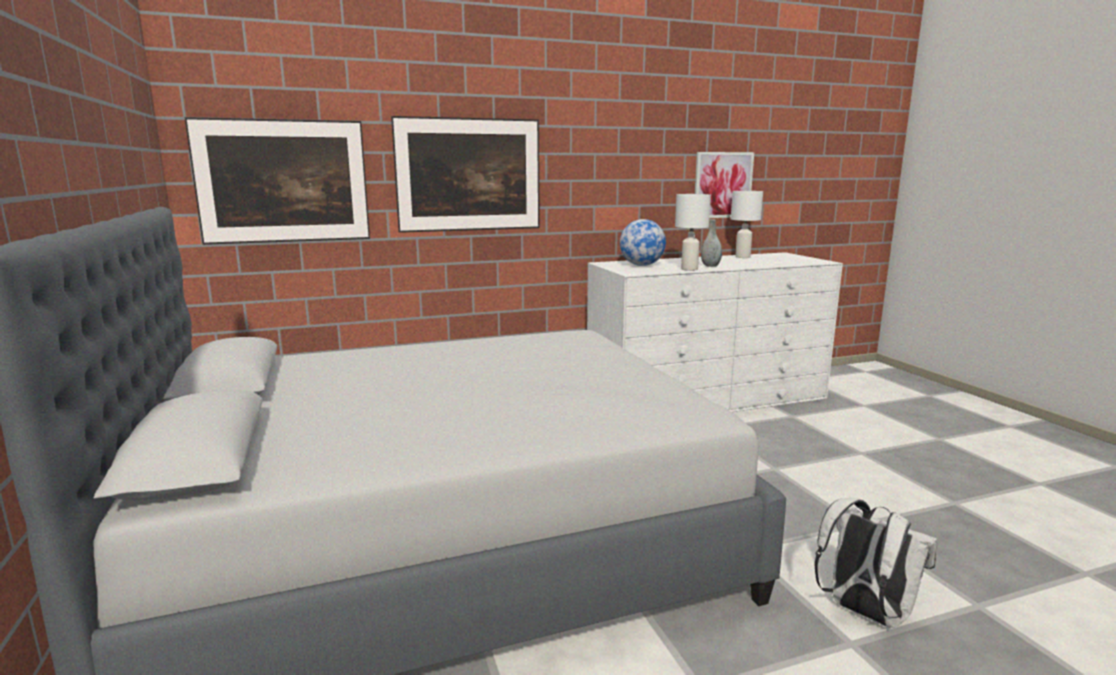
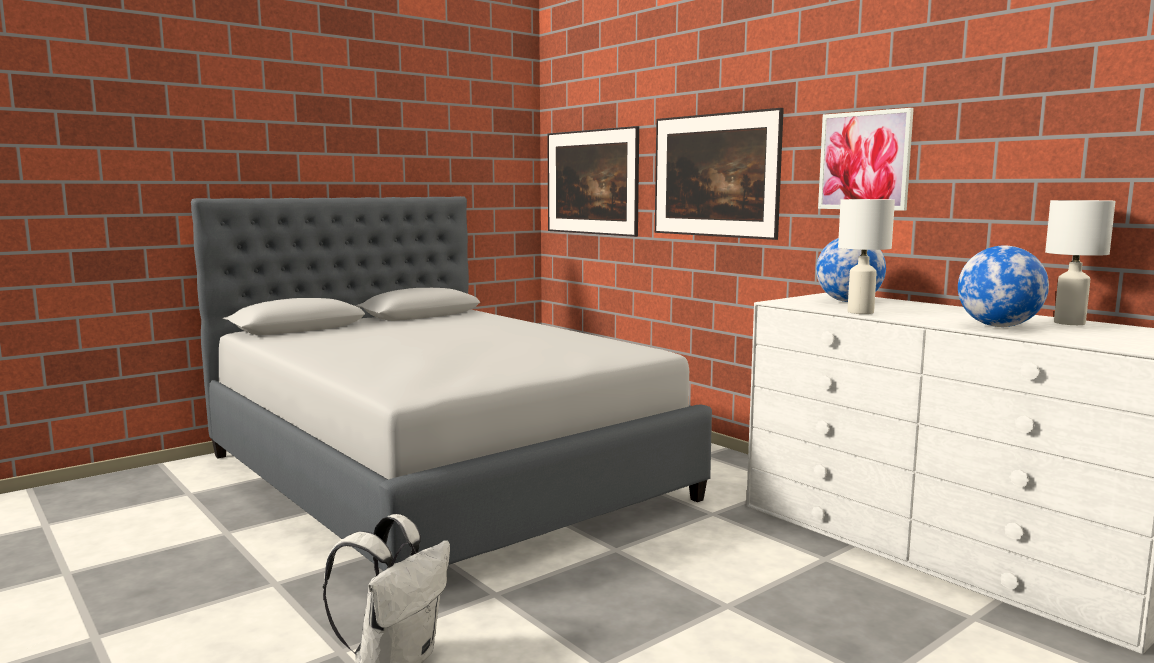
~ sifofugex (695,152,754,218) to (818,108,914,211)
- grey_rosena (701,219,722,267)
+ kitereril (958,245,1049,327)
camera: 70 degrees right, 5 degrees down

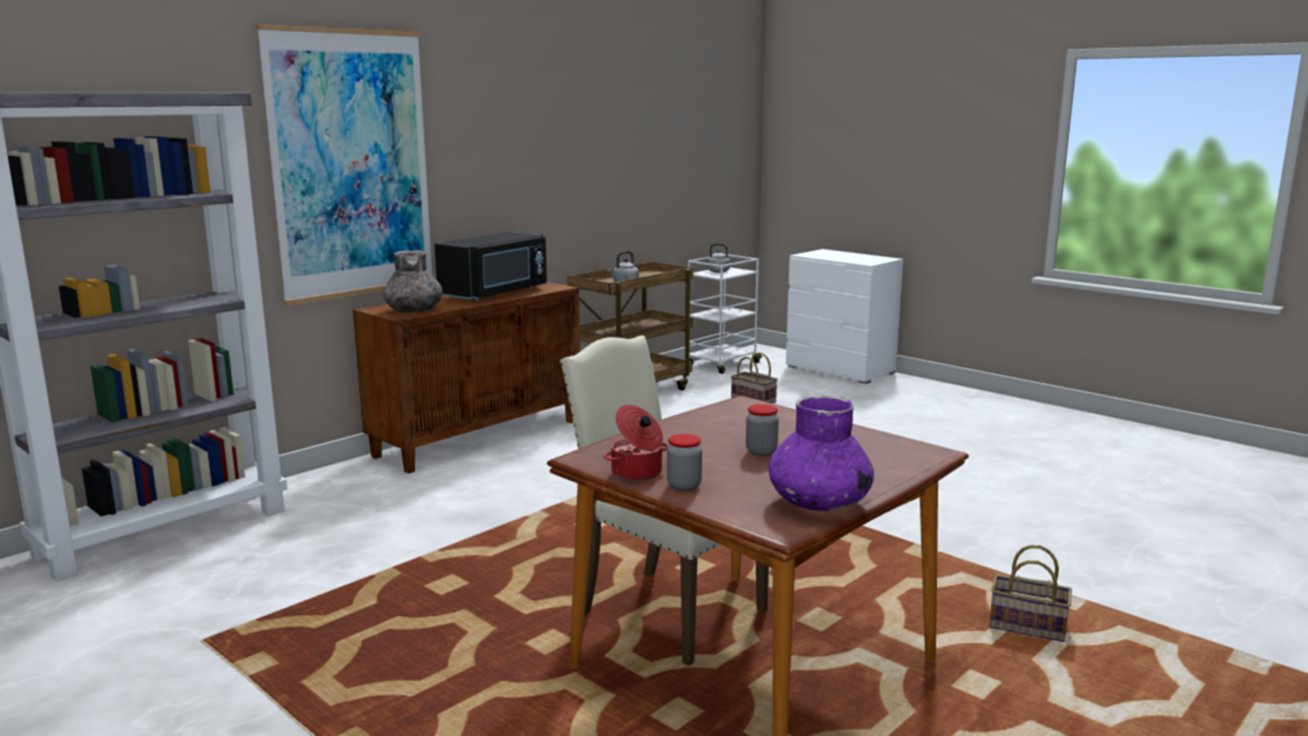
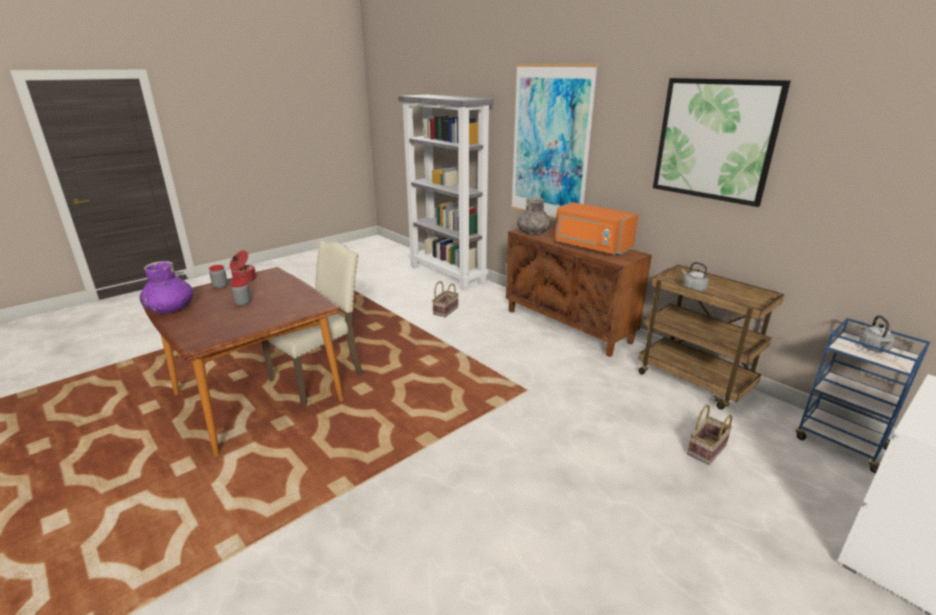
~ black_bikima (435,231,547,301) to orange_bikima (555,202,638,255)
~ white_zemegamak (688,254,762,374) to blue_zemegamak (796,318,930,473)
~ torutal (989,545,1072,642) to (432,281,458,317)
+ sifofugex (653,78,791,207)
camera: 95 degrees right, 10 degrees up

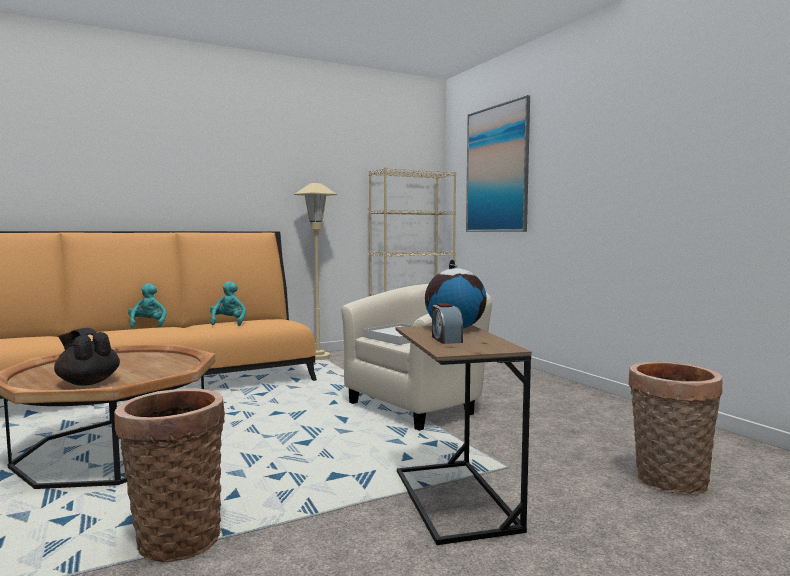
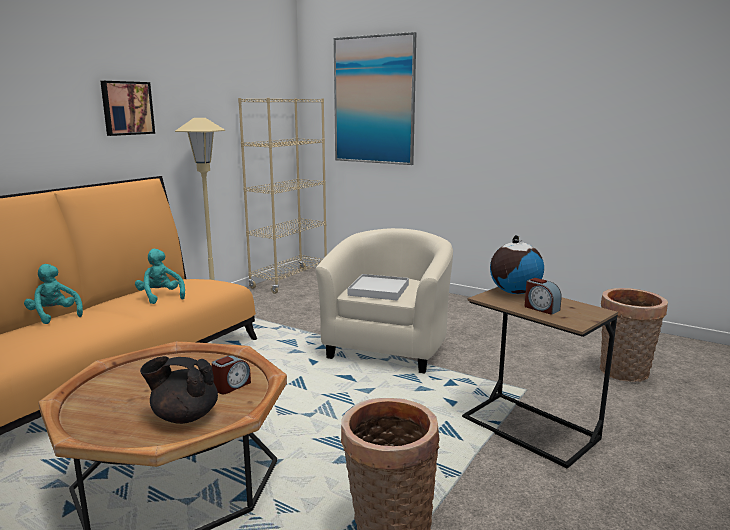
+ sifofugex (100,81,155,136)
+ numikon (212,355,251,394)
camera: 30 degrees left, 10 degrees up

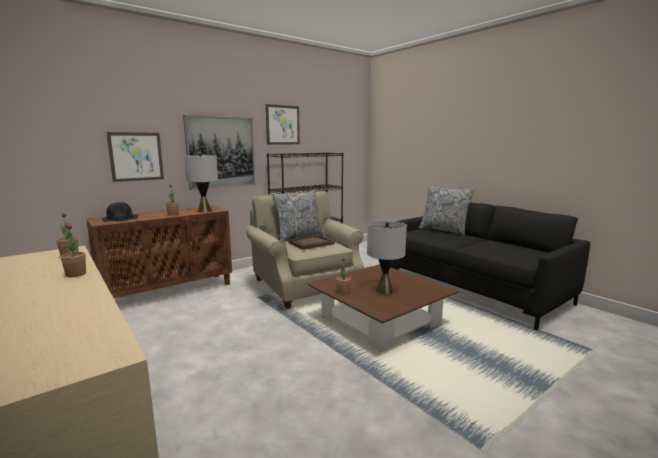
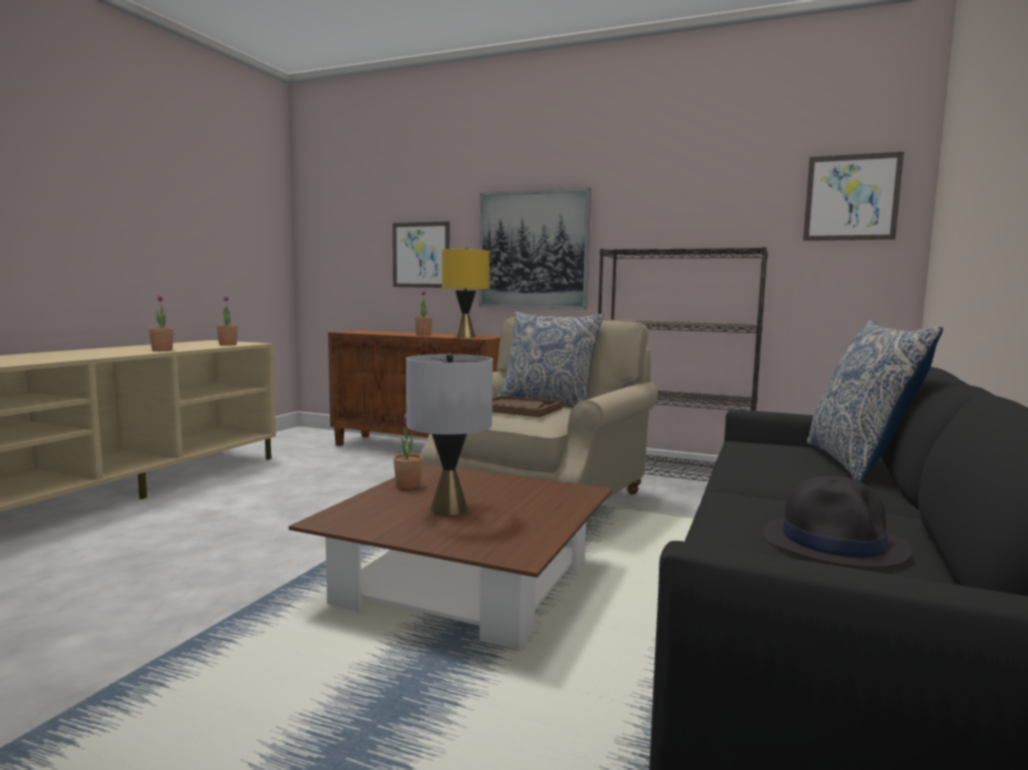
~ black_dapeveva (102,202,139,222) to (763,476,912,567)
~ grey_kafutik (184,154,218,212) to yellow_kafutik (442,247,490,338)
~ sifofugex (266,104,300,144) to (803,152,904,241)
camera: 60 degrees right, 5 degrees down

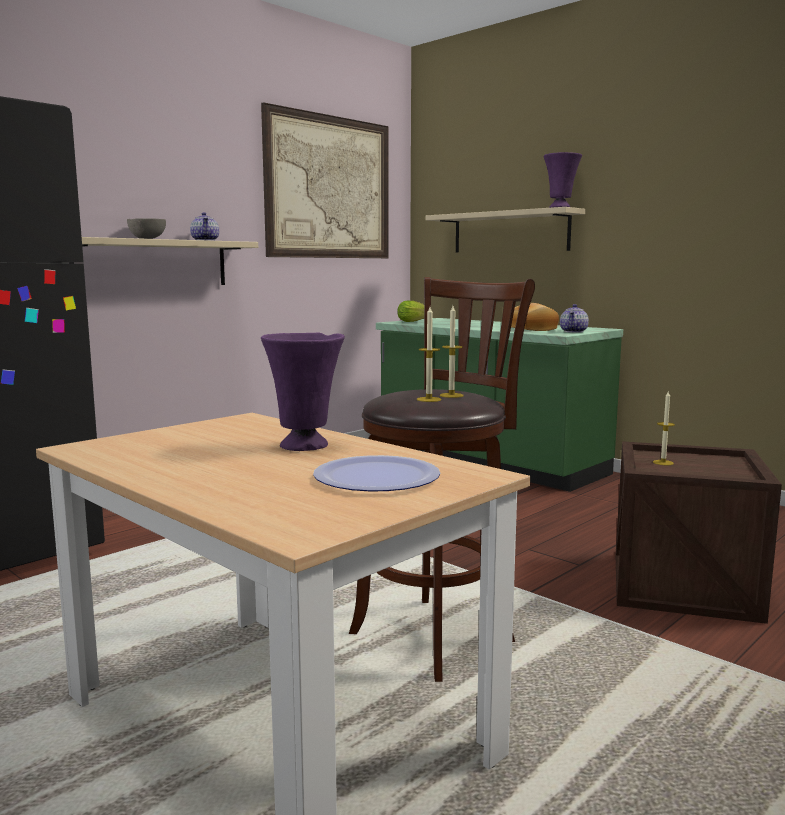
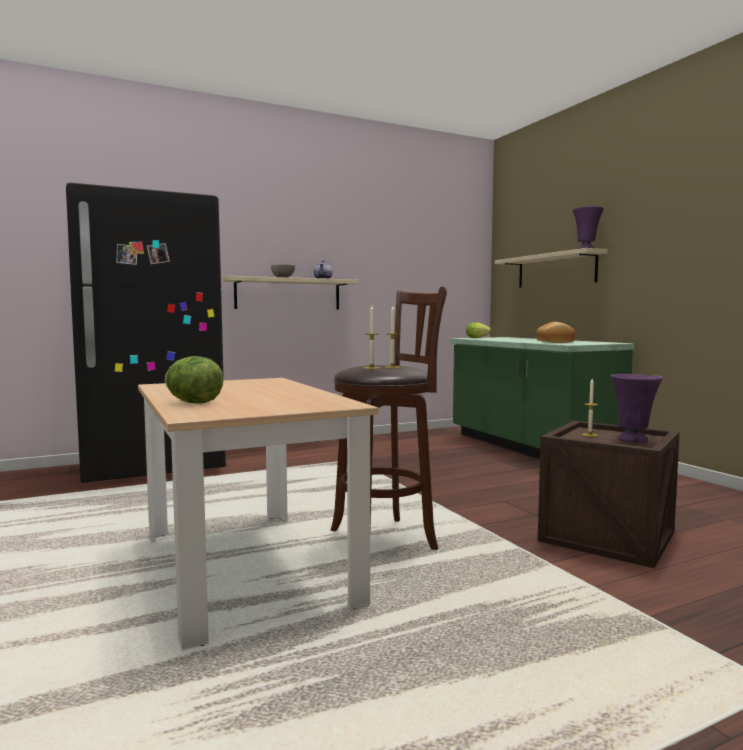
- sifofugex (261,102,389,258)
~ purple_rosena (261,333,345,451) to (611,374,663,442)
- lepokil (313,455,440,491)
- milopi (560,304,589,333)
+ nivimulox (165,356,224,404)
camera: 20 degrees right, 5 degrees down

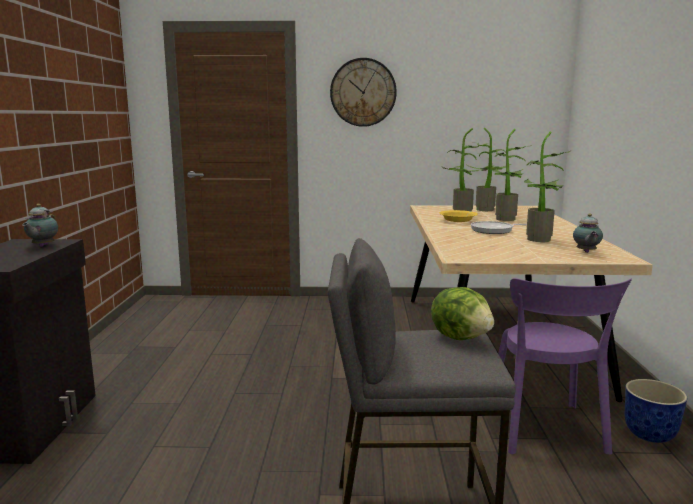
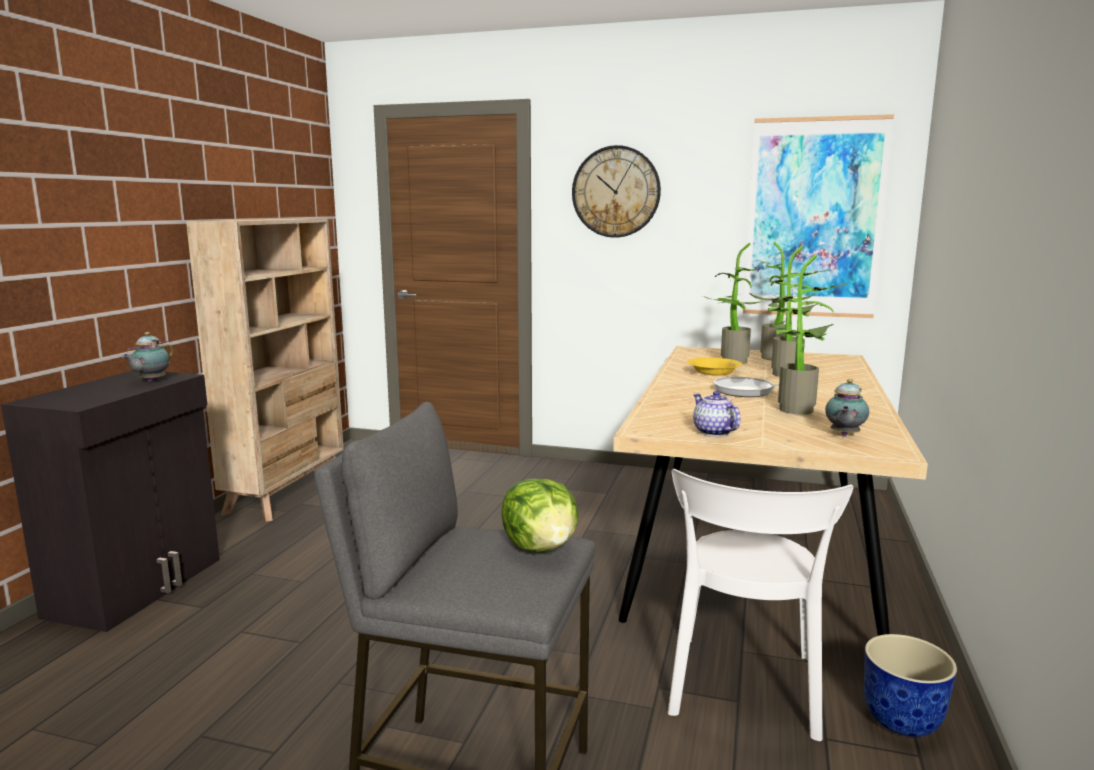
~ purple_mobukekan (498,278,632,455) to white_mobukekan (668,469,853,741)
+ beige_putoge (186,219,344,522)
+ milopi (693,391,741,436)
+ sifofugex (743,114,894,318)
camera: 15 degrees right, 0 degrees up

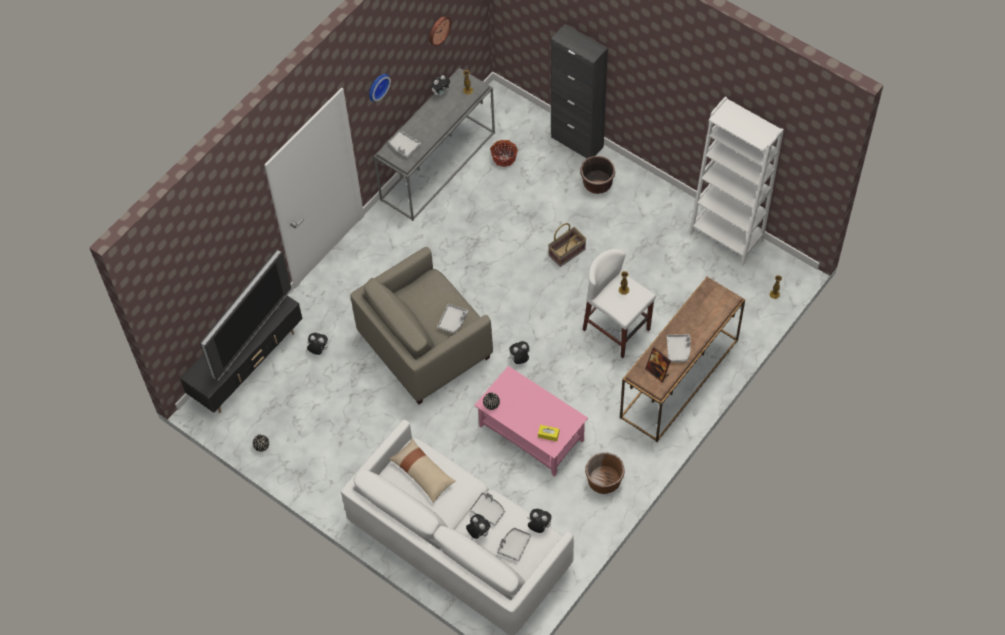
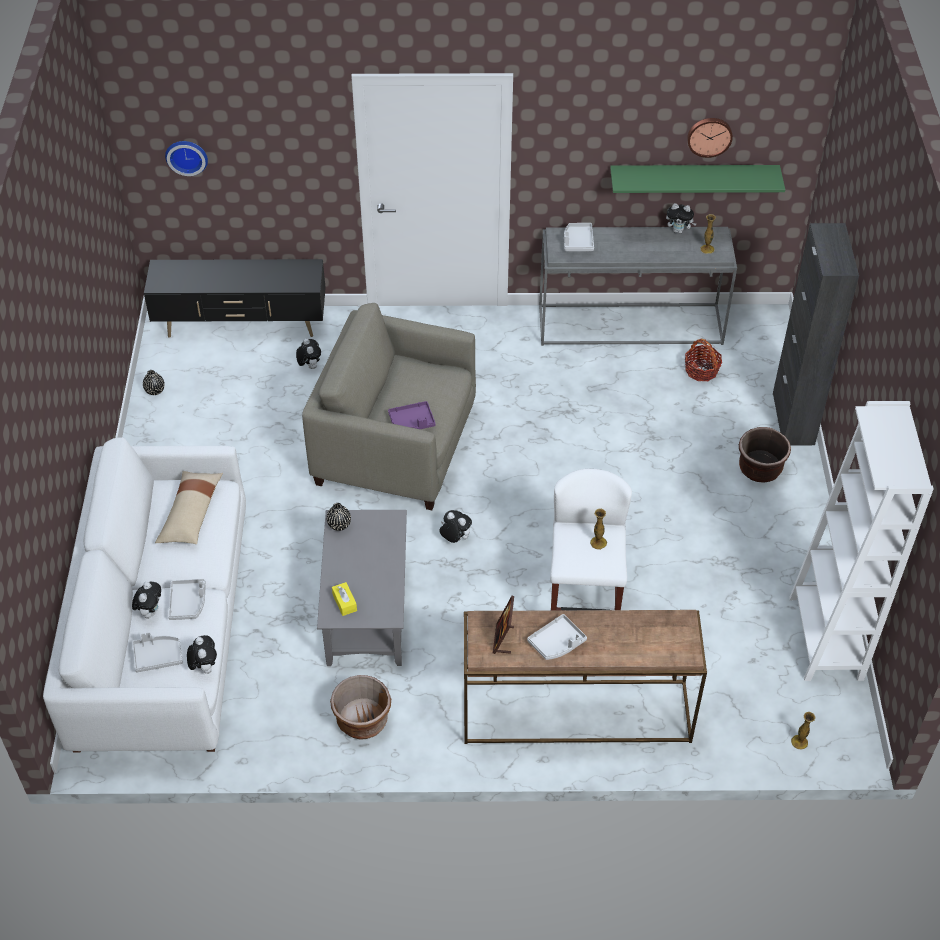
- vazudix (200,249,291,380)
~ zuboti (369,74,391,102) to (165,141,208,176)
~ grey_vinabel (437,304,468,334) to purple_vinabel (388,401,436,429)
~ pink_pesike (474,366,588,477) to grey_pesike (317,510,407,666)
- torutal (548,223,586,267)
+ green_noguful (610,165,785,193)
camera: 50 degrees right, 10 degrees down

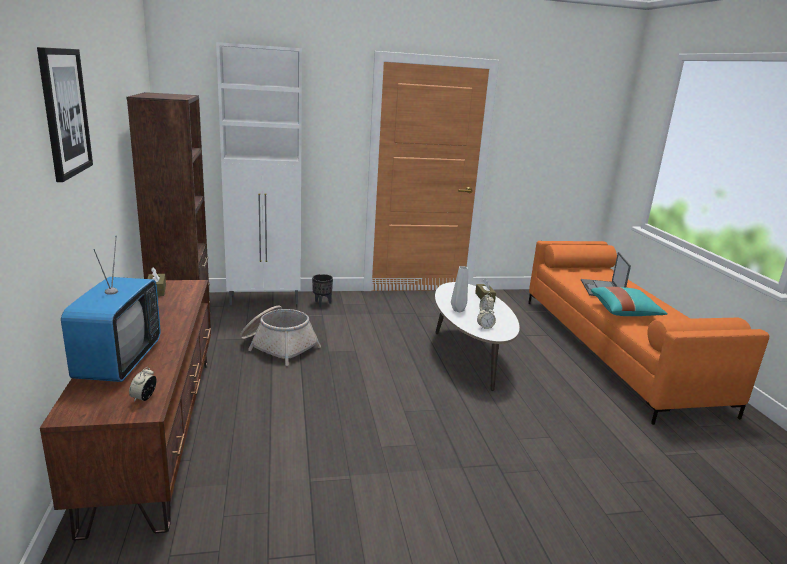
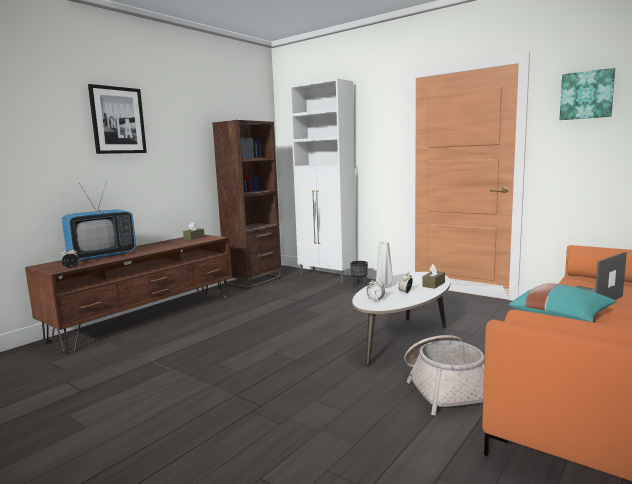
~ torutal (240,306,321,366) to (404,335,485,416)
+ sifofugex (560,68,615,120)
camera: 50 degrees right, 10 degrees down

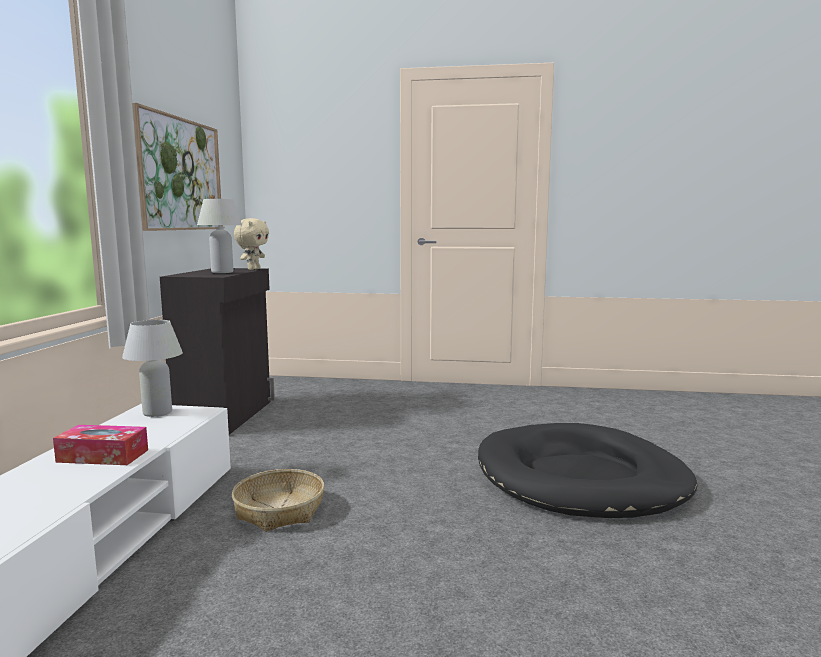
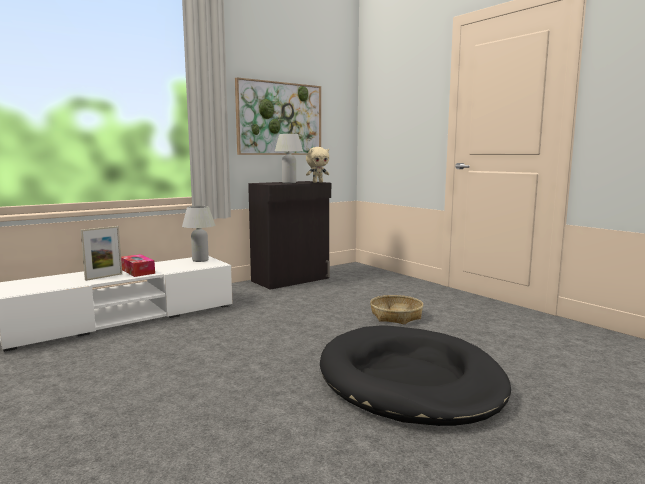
~ torutal (232,469,324,532) to (370,295,423,324)
+ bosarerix (80,226,122,281)
camera: 45 degrees right, 0 degrees up

